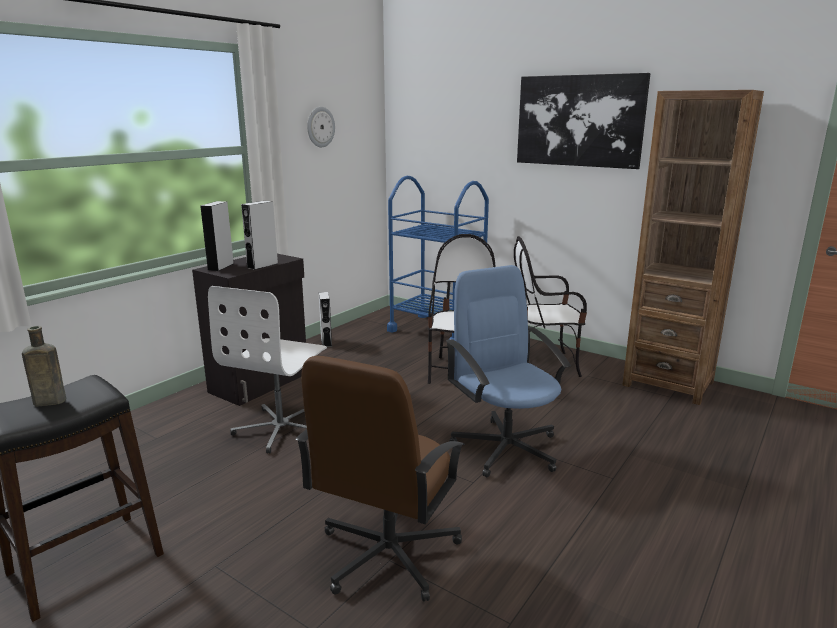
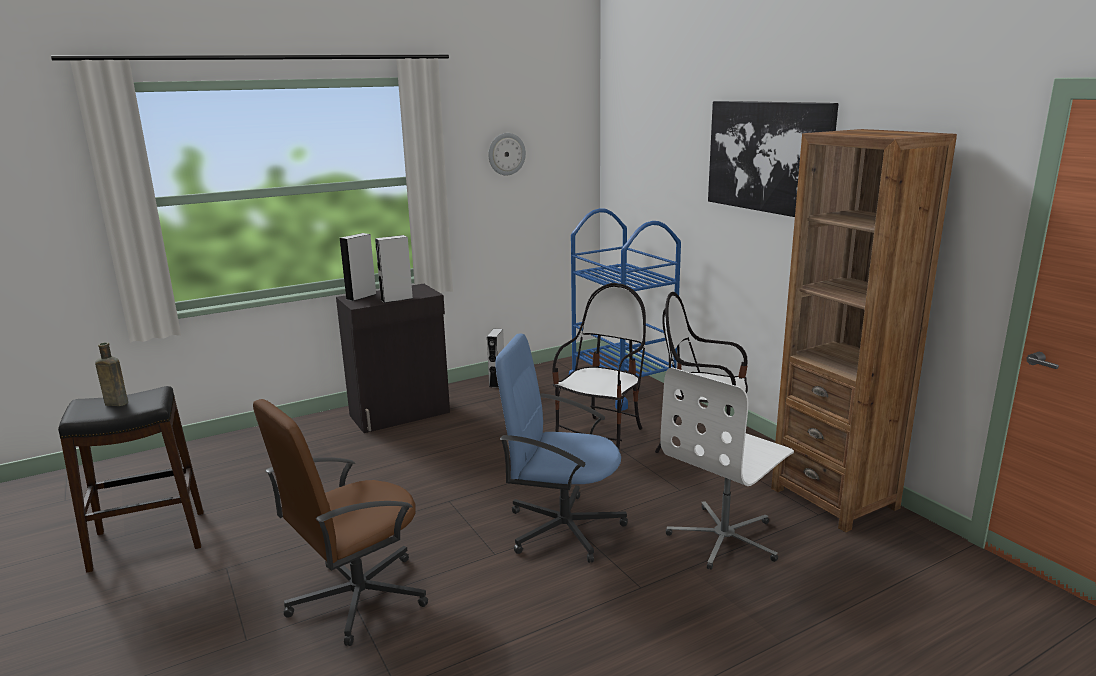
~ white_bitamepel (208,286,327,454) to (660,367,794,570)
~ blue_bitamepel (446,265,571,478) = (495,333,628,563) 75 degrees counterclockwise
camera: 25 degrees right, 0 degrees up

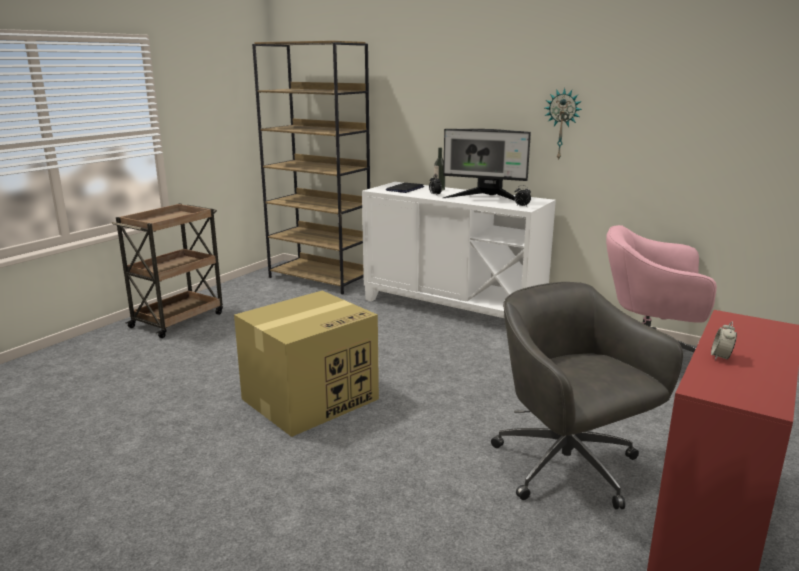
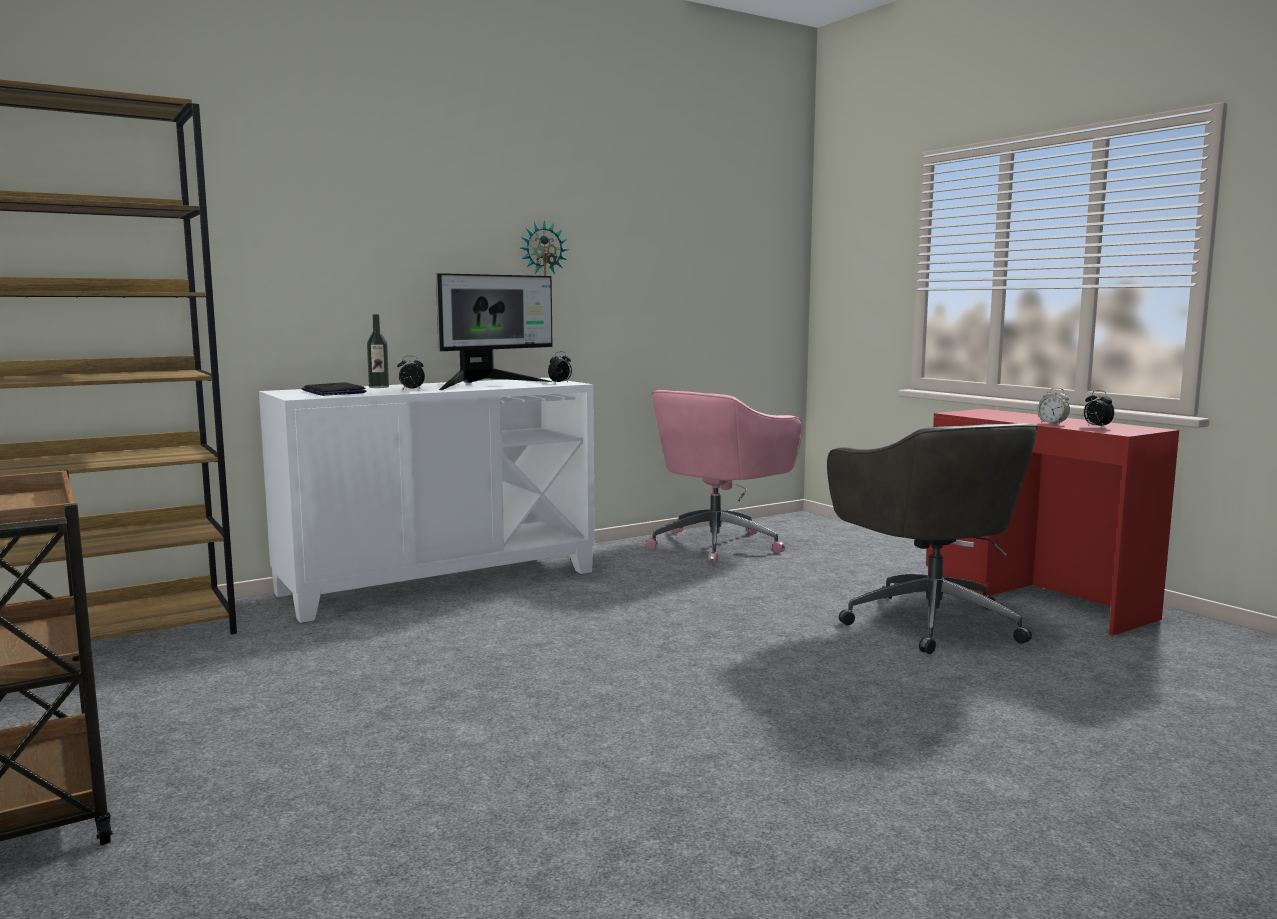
- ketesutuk (234,291,379,437)
~ grey_bitamepel (491,282,683,509) = (827,423,1038,654) 105 degrees counterclockwise
+ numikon (1084,390,1114,428)
camera: 65 degrees left, 10 degrees down

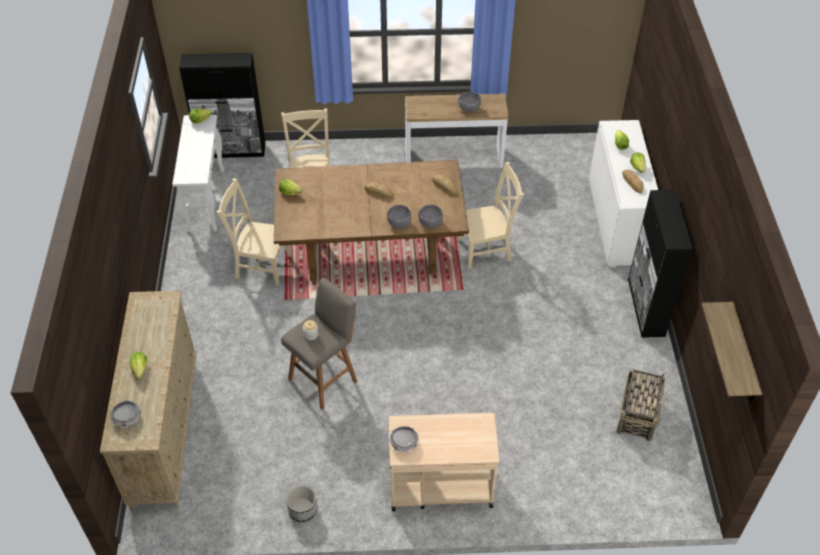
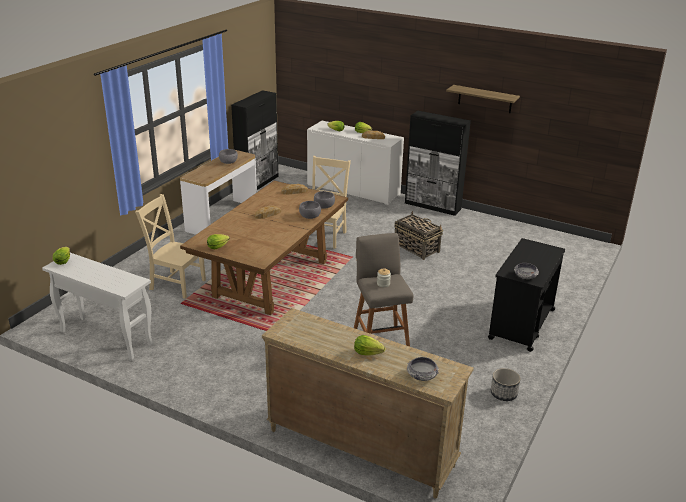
~ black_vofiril (179,53,265,158) to (231,90,278,190)
- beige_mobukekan (217,178,291,286)
~ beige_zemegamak (388,413,499,511) to black_zemegamak (488,238,565,352)
~ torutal (617,369,666,441) to (394,211,443,260)
~ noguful (701,302,762,402) to (446,85,520,113)
camera: 60 degrees left, 20 degrees down

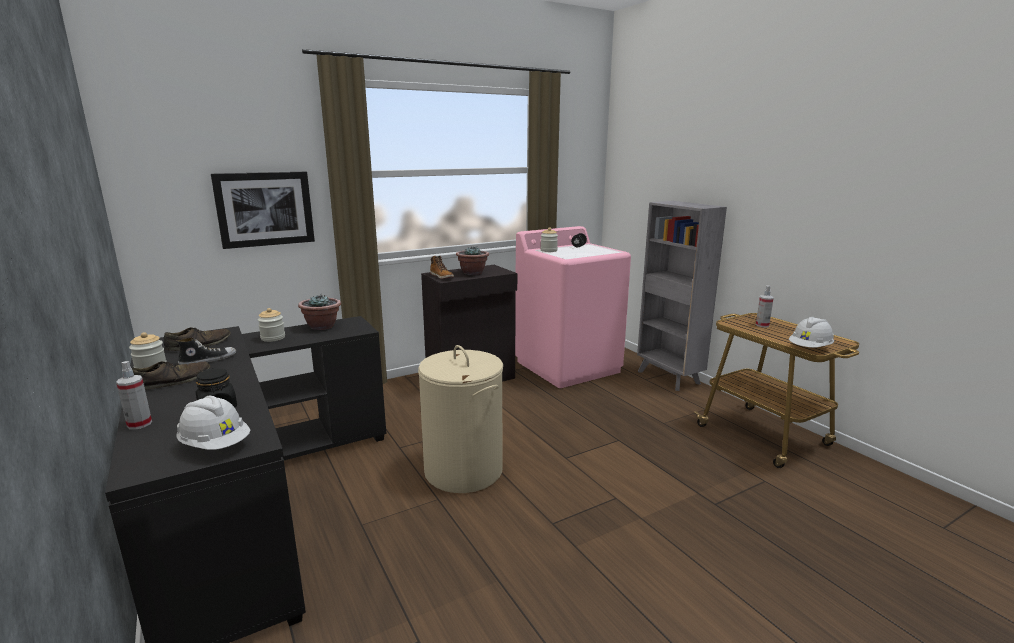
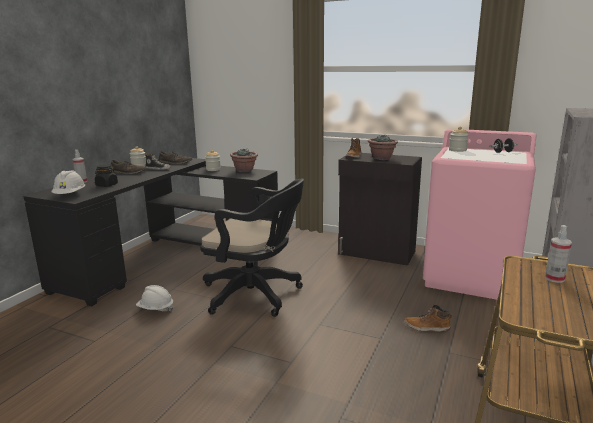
- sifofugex (211,172,315,249)
~ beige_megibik (418,345,503,493) to black_bitamepel (200,179,304,317)
~ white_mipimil (789,317,834,348) to (136,285,174,311)
+ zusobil (405,305,452,332)
camera: 55 degrees right, 0 degrees up

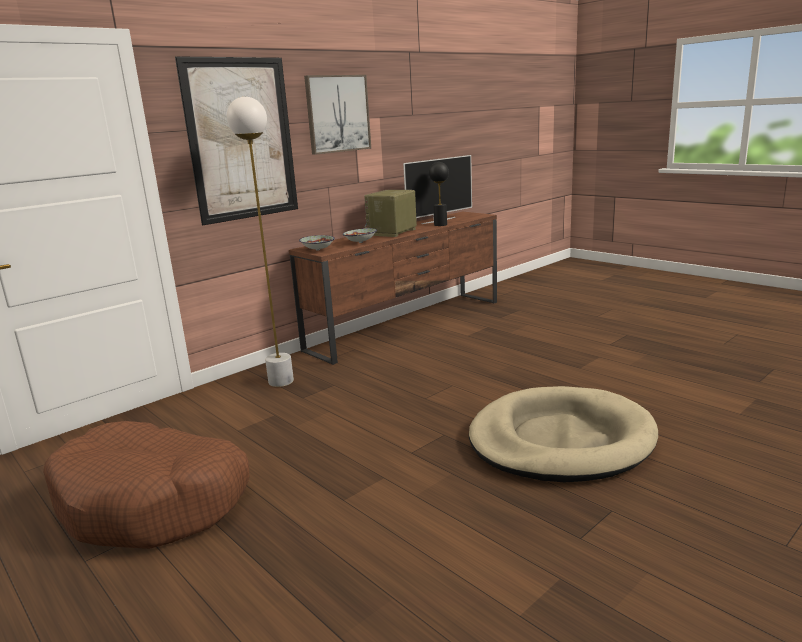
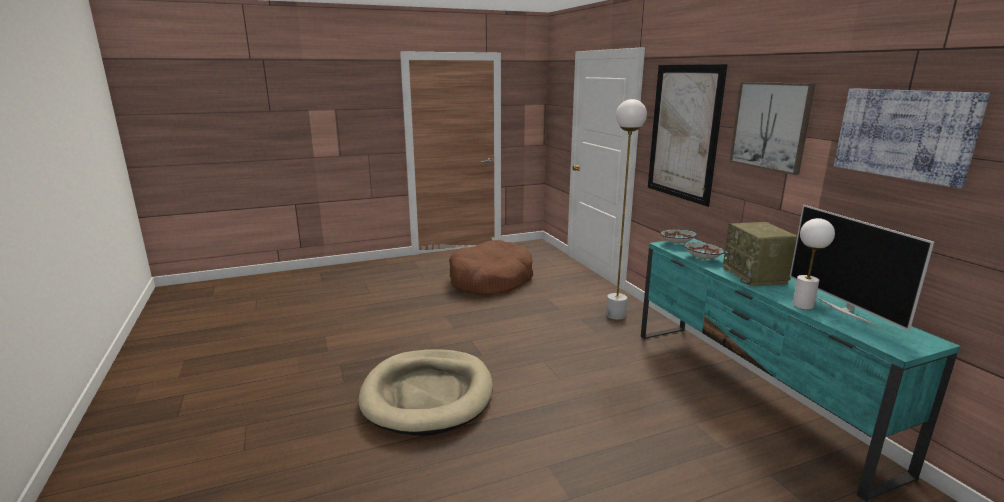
~ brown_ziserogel (289,211,497,365) to turquoise_ziserogel (641,238,960,502)
~ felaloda (364,190,417,237) = (723,222,797,286) 150 degrees counterclockwise
~ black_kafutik (429,162,449,226) to white_kafutik (792,218,835,310)
+ sifofugex (834,88,990,188)
camera: 110 degrees right, 0 degrees up

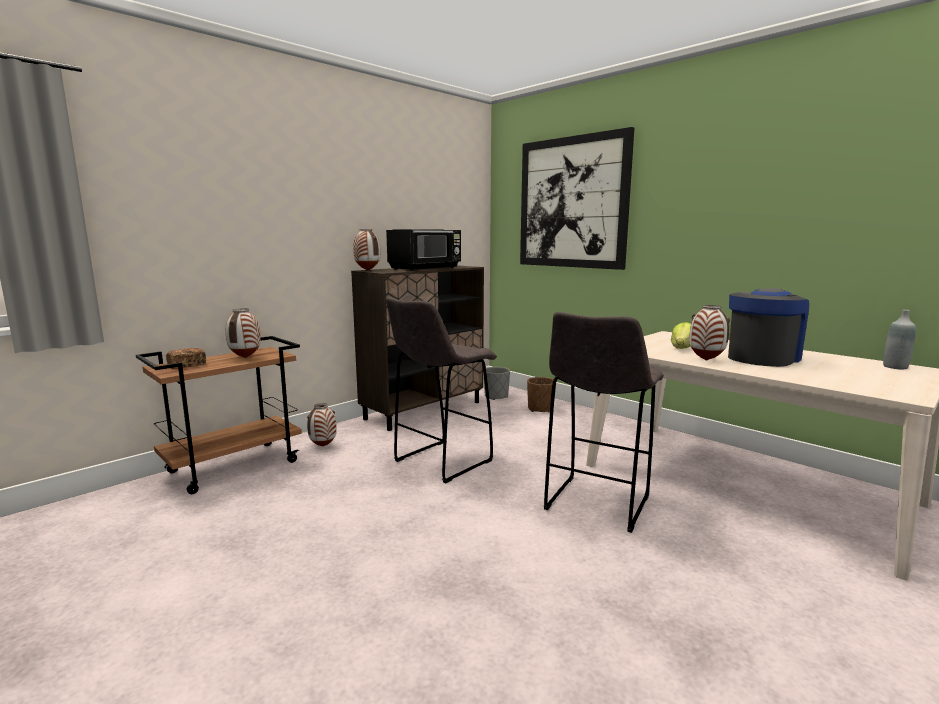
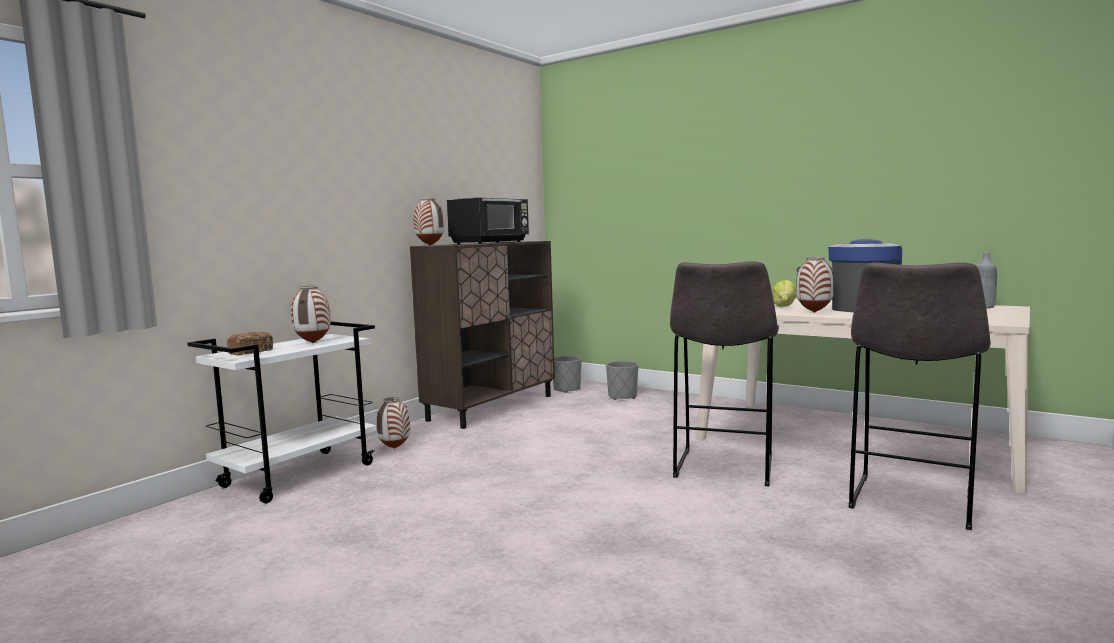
~ brown_zemegamak (136,336,302,494) to white_zemegamak (187,321,376,503)
~ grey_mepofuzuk (386,297,497,483) to (849,262,991,530)
- sifofugex (520,127,634,270)
~ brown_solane (527,377,556,413) to grey_solane (606,361,638,400)
camera: 10 degrees left, 5 degrees down

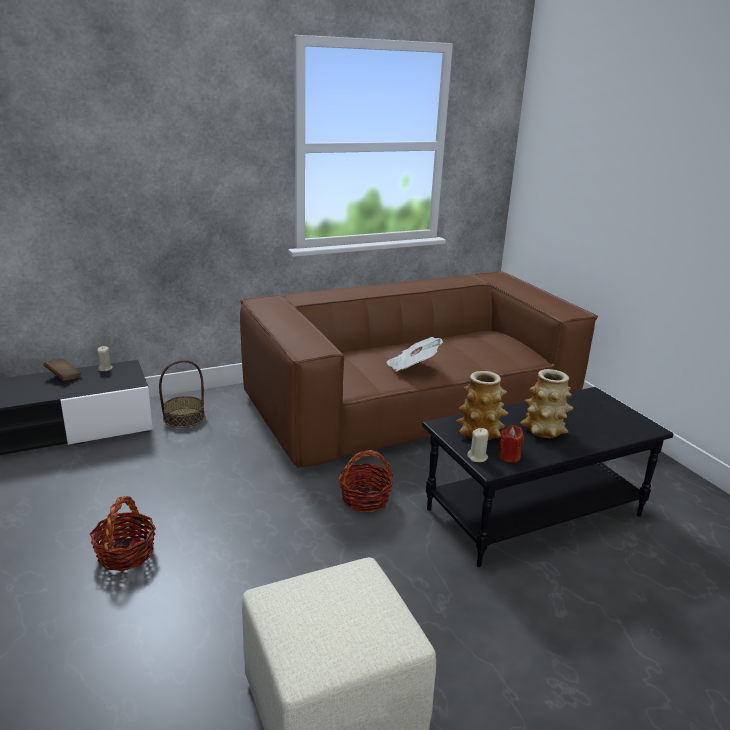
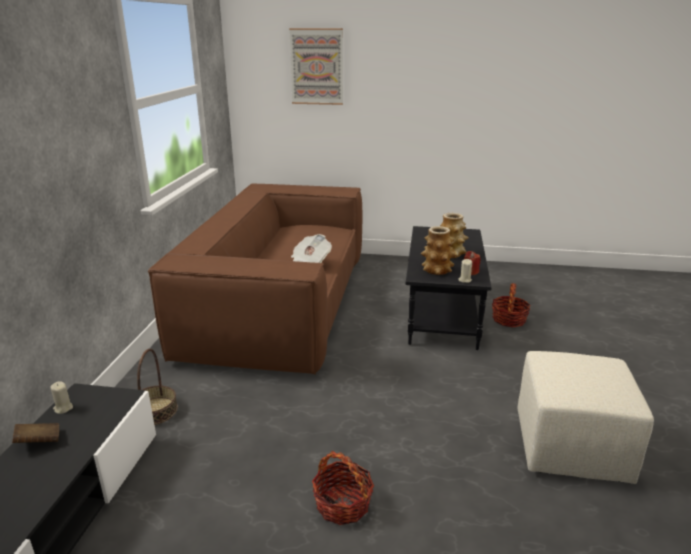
~ torutal (338,450,393,512) to (492,283,530,327)
+ sifofugex (289,28,343,105)
camera: 55 degrees left, 0 degrees up

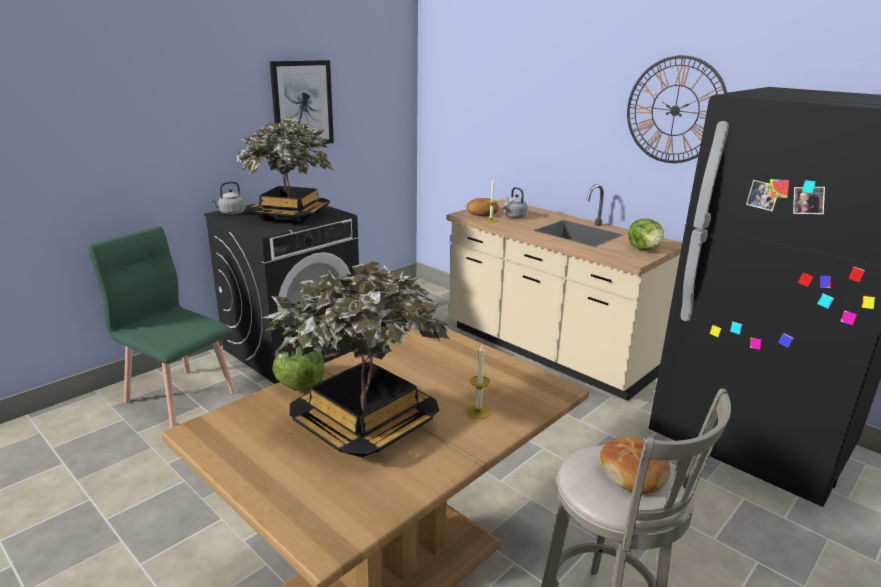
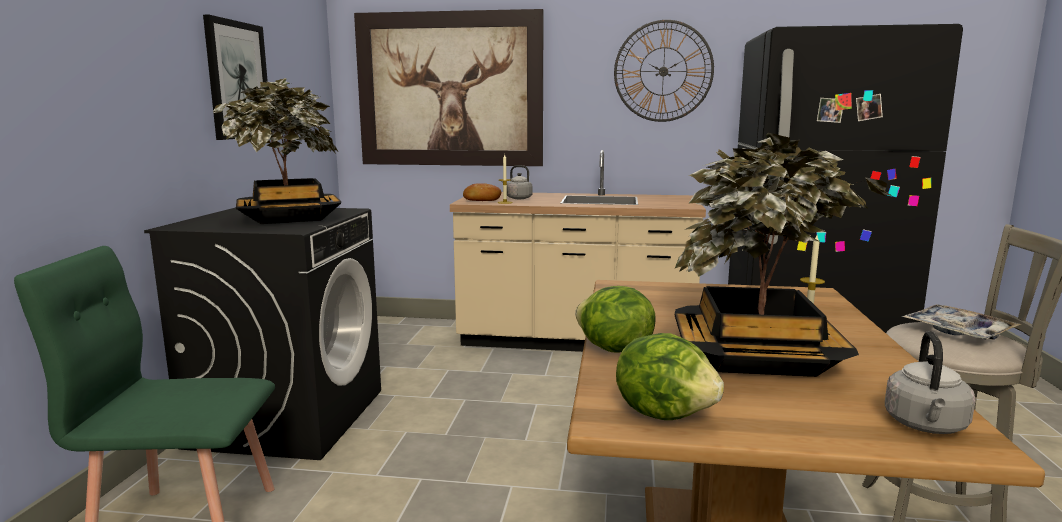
~ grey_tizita (210,181,246,215) to (885,331,976,434)
~ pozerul (600,437,671,494) to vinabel (902,304,1021,340)
~ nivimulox (628,218,664,250) to (616,333,724,420)
+ sifofugex (354,9,544,166)
camera: 35 degrees left, 10 degrees down

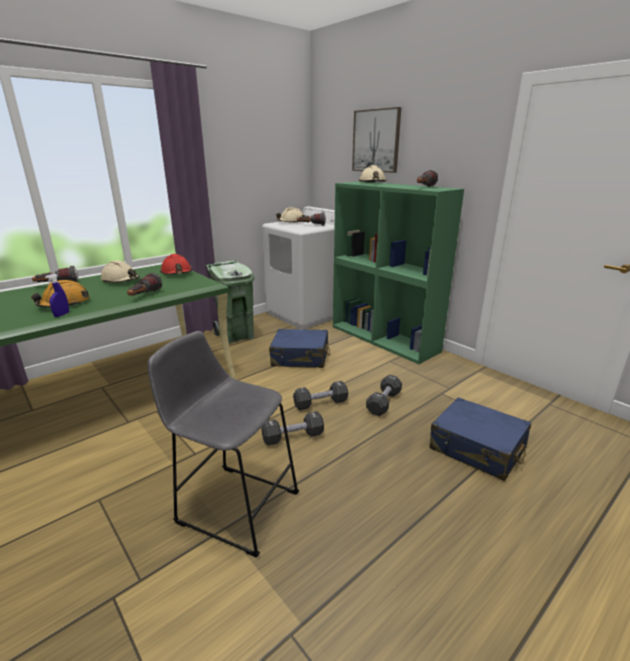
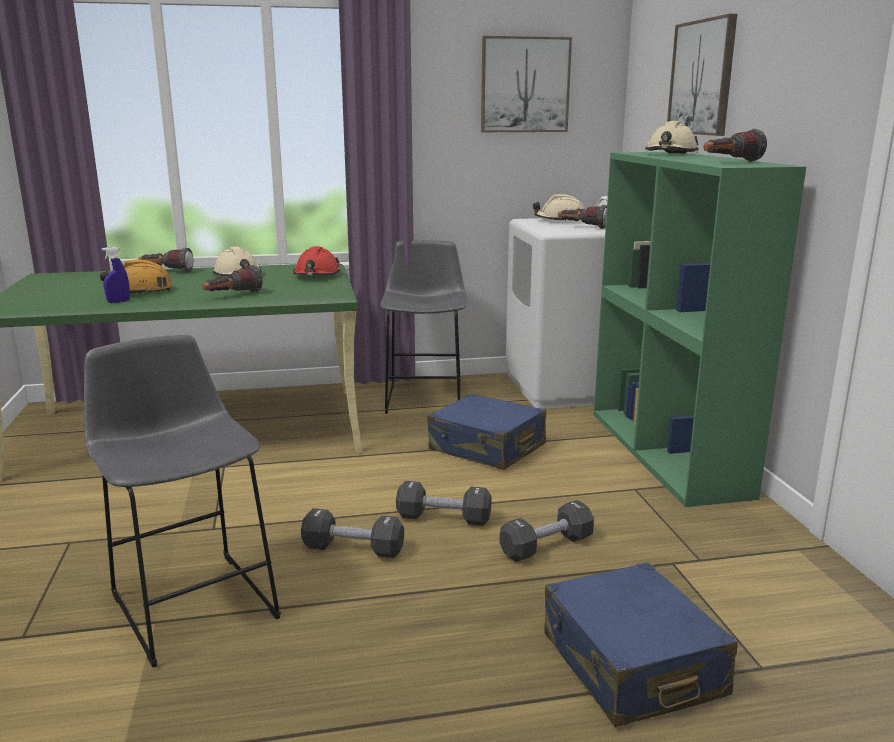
~ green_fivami (206,261,254,343) to grey_mepofuzuk (380,240,466,414)
+ sifofugex (481,36,572,132)
camera: 30 degrees right, 5 degrees down

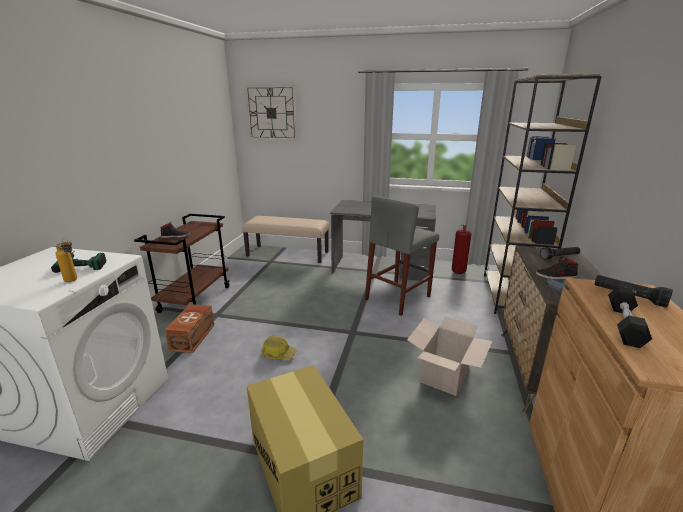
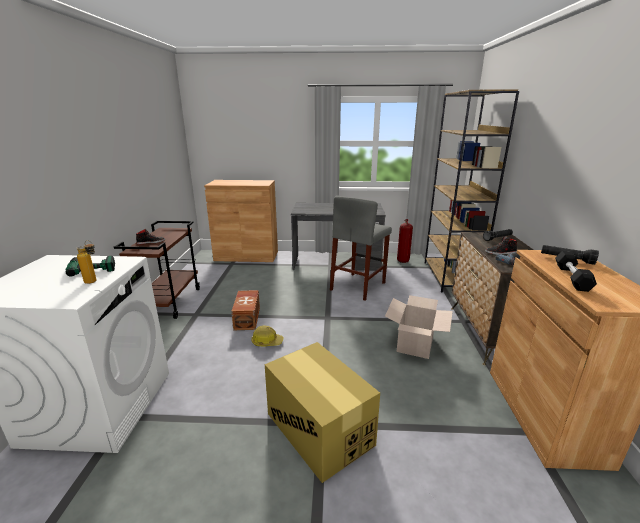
~ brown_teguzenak (165,304,214,353) to (231,290,260,330)
~ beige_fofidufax (242,216,329,263) to brown_vofiril (204,180,278,262)
- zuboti (245,85,297,140)
camera: 10 degrees left, 0 degrees up

